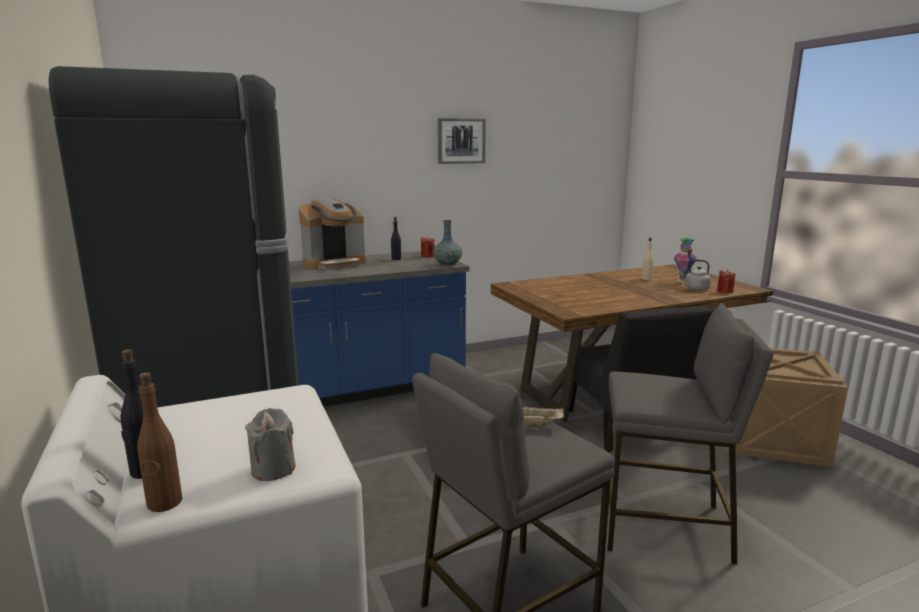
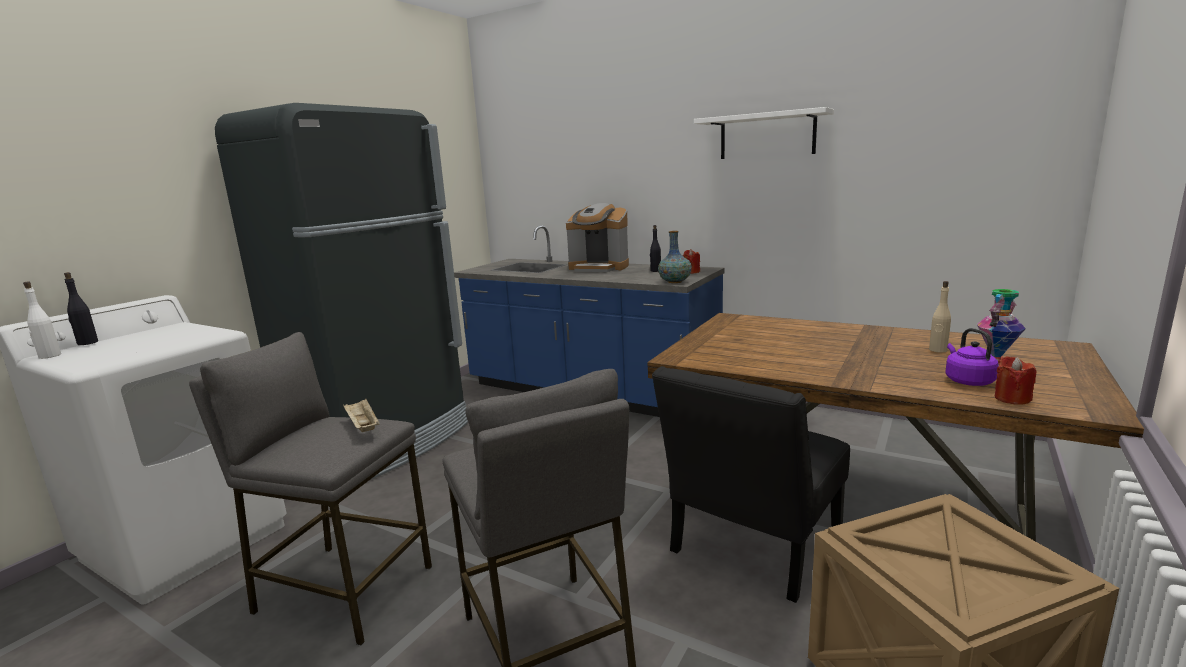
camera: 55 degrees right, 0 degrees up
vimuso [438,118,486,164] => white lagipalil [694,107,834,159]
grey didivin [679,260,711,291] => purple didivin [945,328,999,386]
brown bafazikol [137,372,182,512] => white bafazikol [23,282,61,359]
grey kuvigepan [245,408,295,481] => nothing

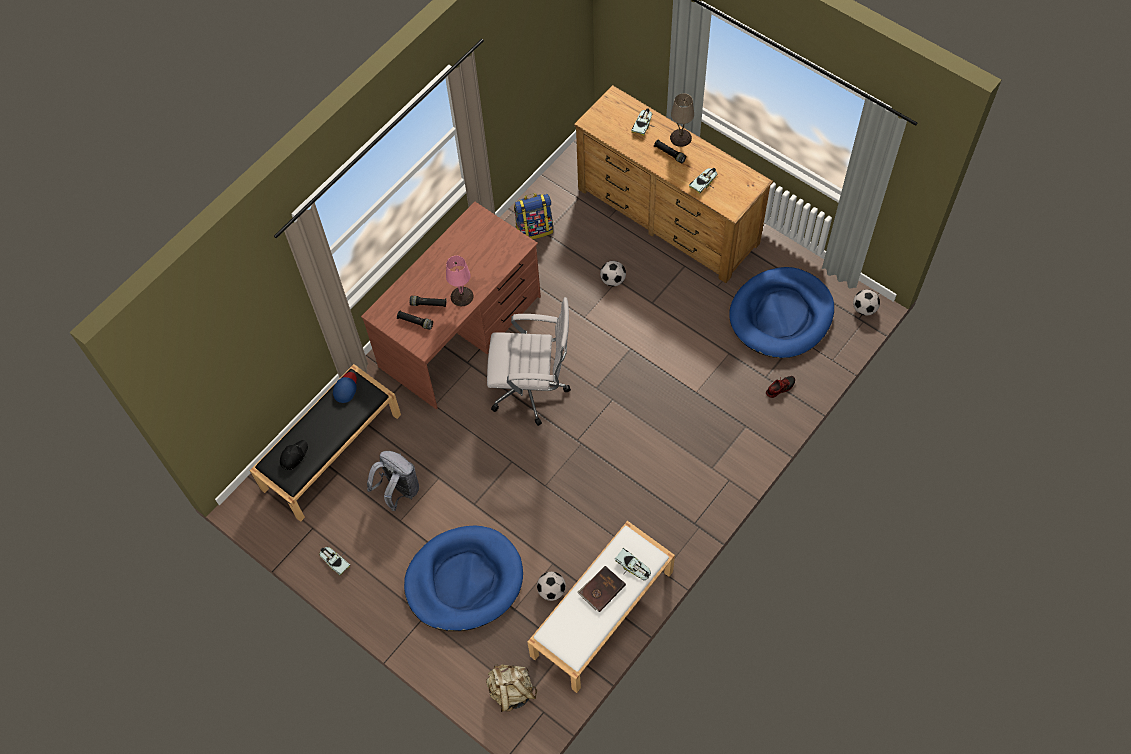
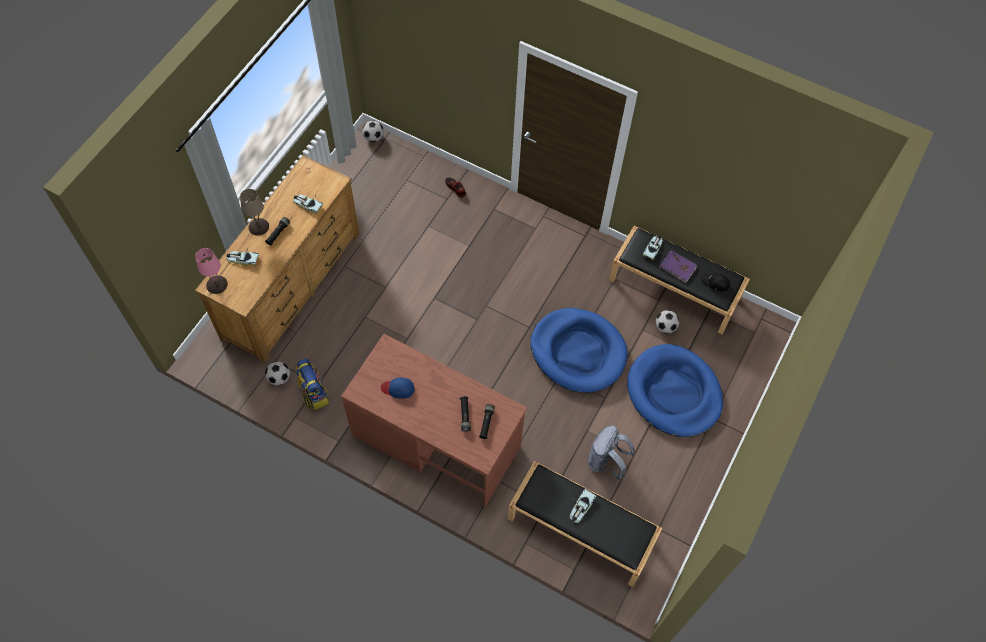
camera: 105 degrees left, 0 degrees up
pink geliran [446,256,474,306] => pink geliran [195,248,228,294], move
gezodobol [600,261,626,286] => gezodobol [265,361,290,386], move
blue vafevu [729,267,834,358] => blue vafevu [530,308,628,393], move
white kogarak [487,297,571,426] => nothing
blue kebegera [333,372,357,403] => blue kebegera [381,378,414,399], move
black kebegera [280,440,308,470] => black kebegera [701,273,730,292], move
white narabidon [528,521,675,693] => black narabidon [609,226,750,334]
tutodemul [319,547,350,576] => tutodemul [569,489,596,523], move
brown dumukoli [577,566,626,612] => purple dumukoli [659,250,697,283]
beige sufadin [486,664,537,712] => nothing

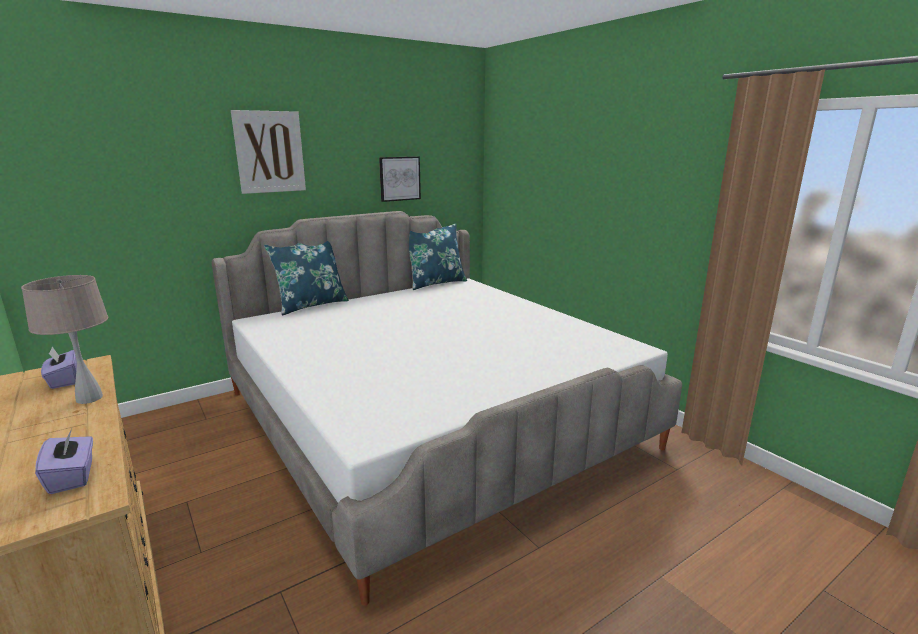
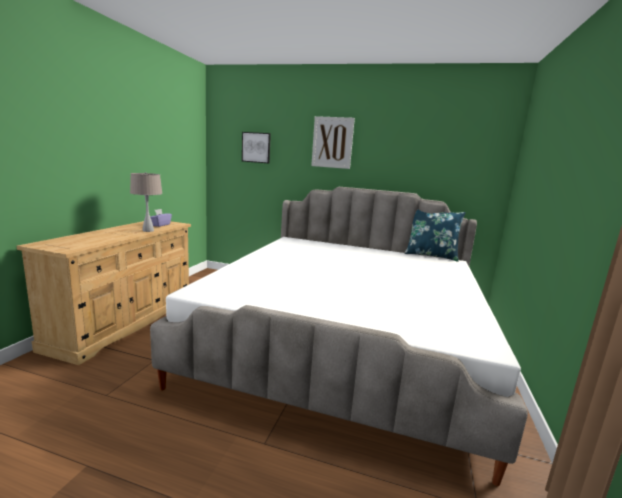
camera: 50 degrees right, 5 degrees down
vimuso [379,156,421,202] => vimuso [242,132,271,163], move
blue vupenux [264,241,349,316] => nothing
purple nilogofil [35,428,93,494] => nothing

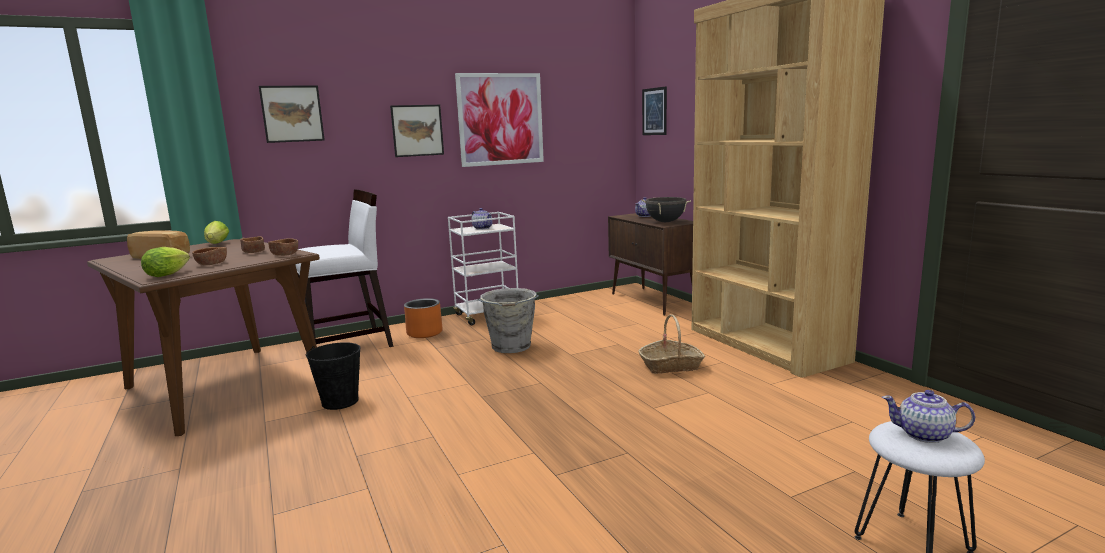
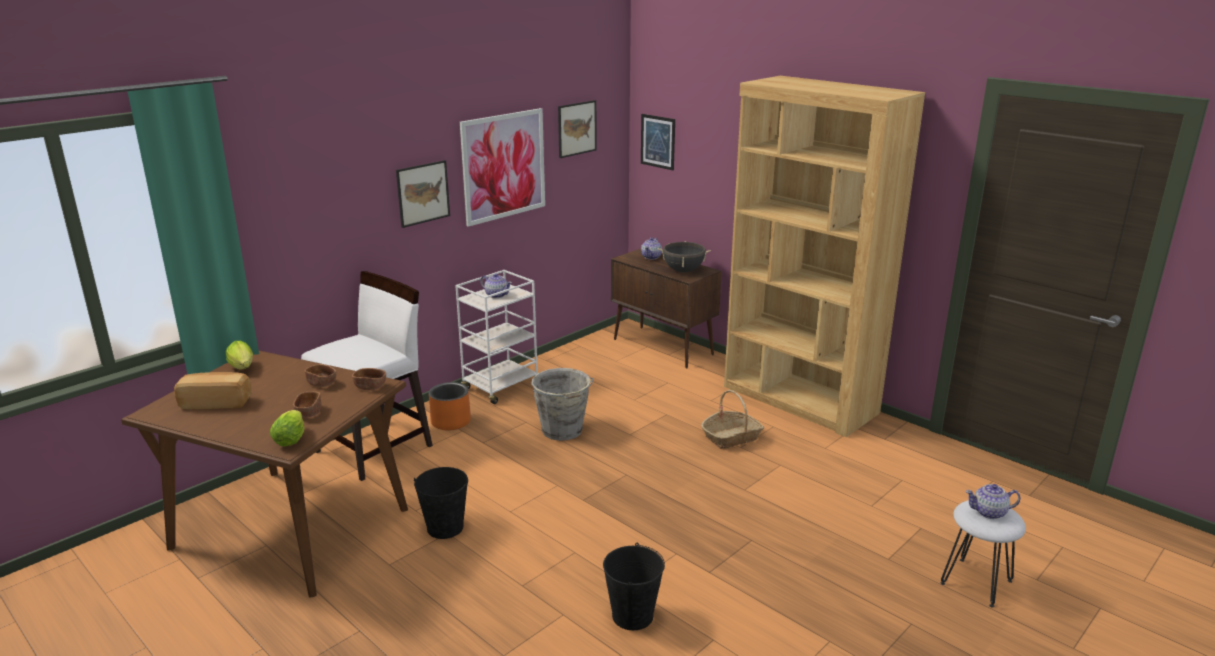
camera: 20 degrees left, 10 degrees up
vimuso [259,85,325,143] => vimuso [558,100,597,158], move
nothing => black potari [603,543,665,630]

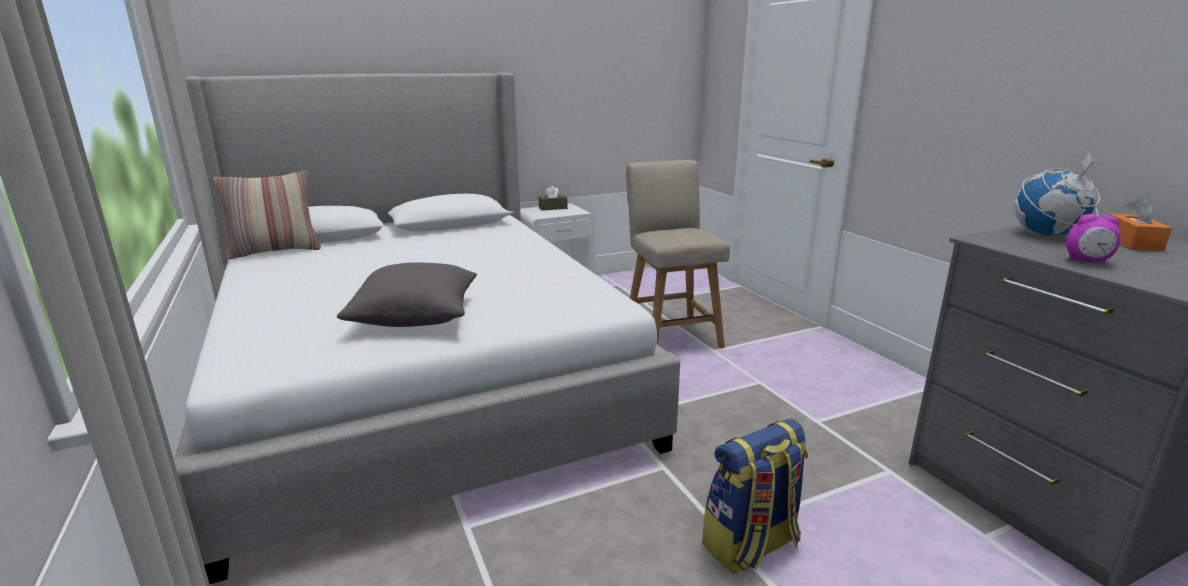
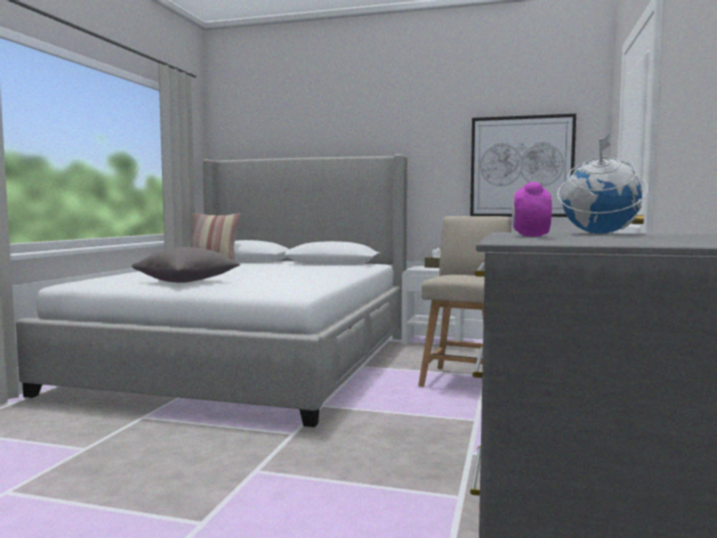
camera: 40 degrees right, 15 degrees down
orange nilogofil [1109,197,1172,251] => nothing
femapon [1066,214,1121,263] => femapon [512,182,552,237], 45 degrees clockwise
sufadin [702,419,808,574] => nothing
nothing => vimuso [470,114,576,217]

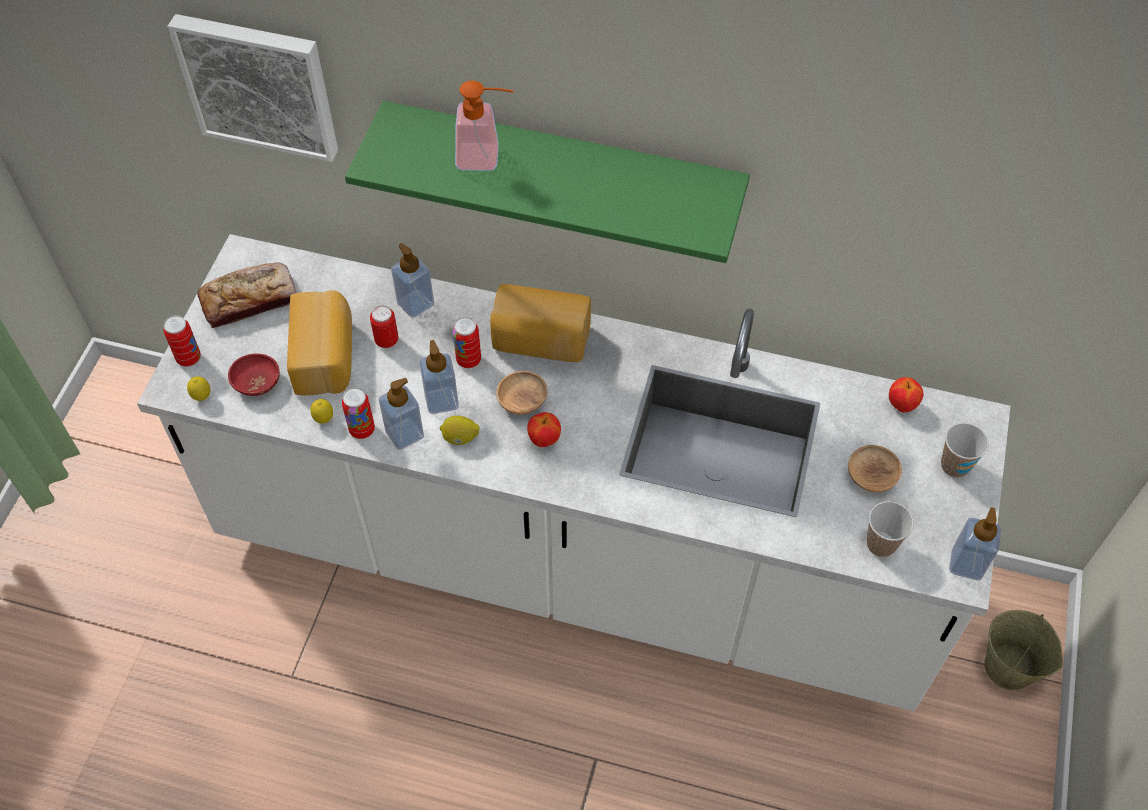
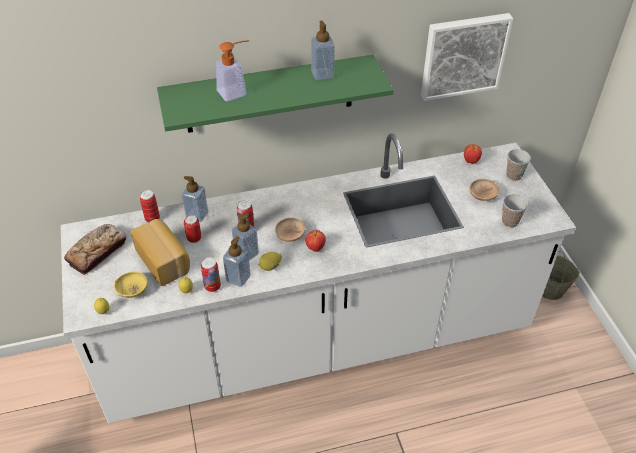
camera: 30 degrees left, 10 degrees down
vimuso [168,14,338,162] => vimuso [421,13,514,101], move
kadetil [490,284,591,362] => nothing
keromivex [163,315,201,367] => keromivex [140,190,160,223], move
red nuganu [228,353,280,396] => yellow nuganu [114,272,148,298]
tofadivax [949,507,1001,580] => tofadivax [311,21,335,80], move

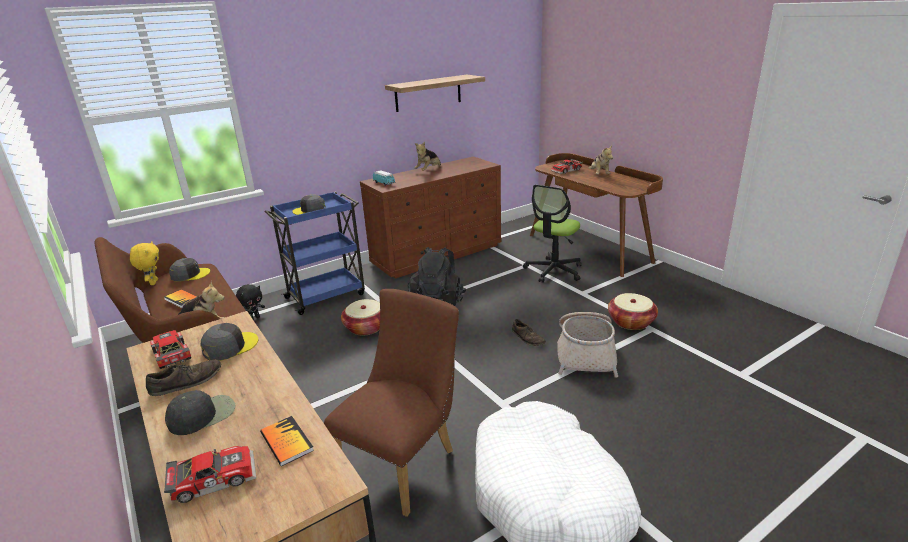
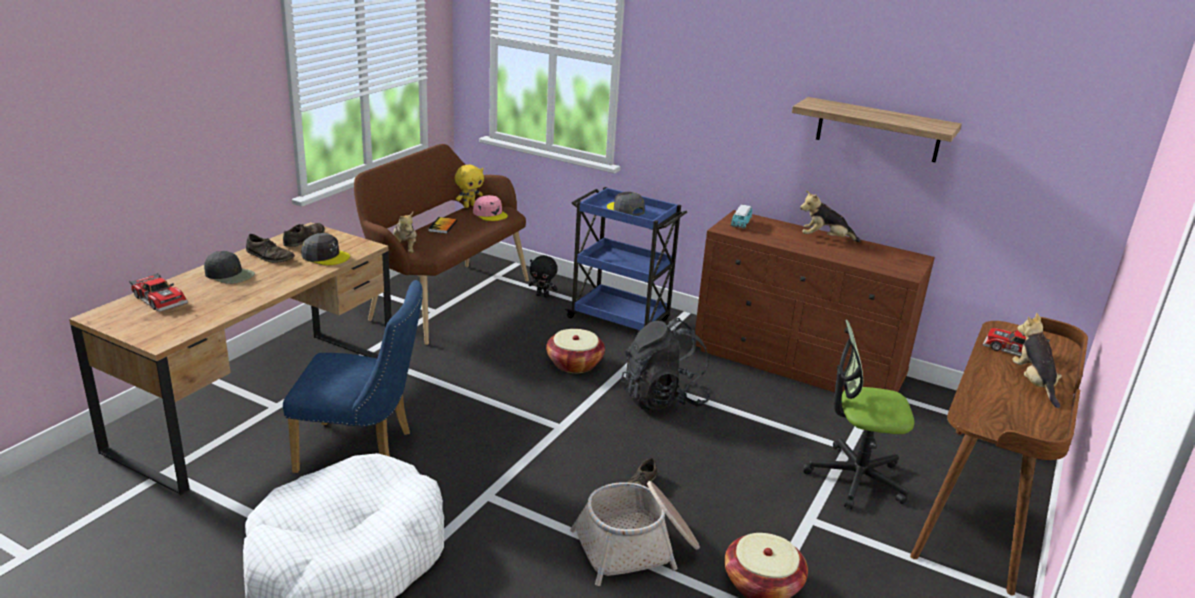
camera: 60 degrees right, 0 degrees up
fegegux [588,146,613,174] => fegegux [1013,313,1062,408], 120 degrees clockwise
grey kebegera [169,258,210,282] => pink kebegera [473,195,508,221]
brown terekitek [324,289,459,517] => blue terekitek [283,280,423,473]
tutodemul [150,330,191,369] => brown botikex [283,223,325,247]
dumukoli [260,416,314,466] => nothing

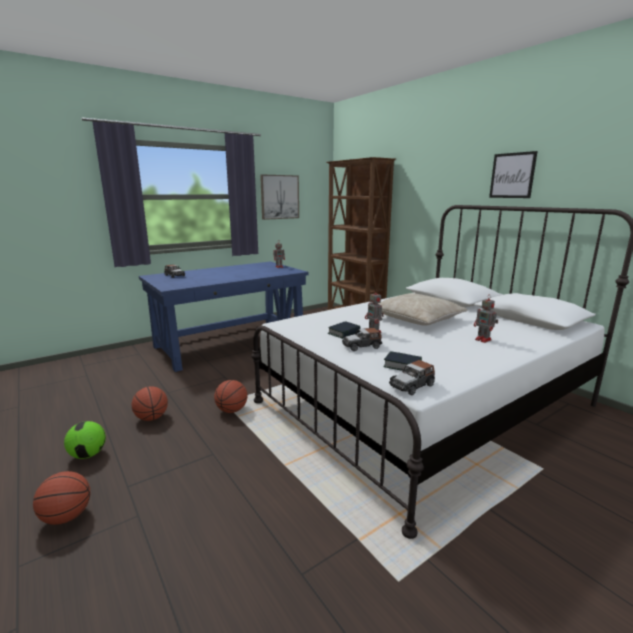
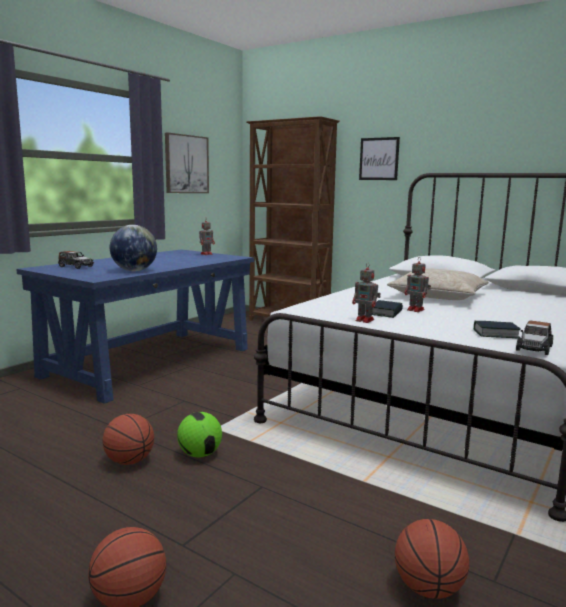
camera: 20 degrees left, 5 degrees down
vimuso [489,151,538,198] => vimuso [359,137,400,180], move
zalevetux [474,296,498,343] => zalevetux [352,262,381,323], move
tutodemul [342,328,382,351] => nothing
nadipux [214,380,247,413] => nadipux [395,519,469,599], move
gezodobol [64,421,106,459] => gezodobol [177,412,222,458], move
nothing => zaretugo [110,225,157,271]

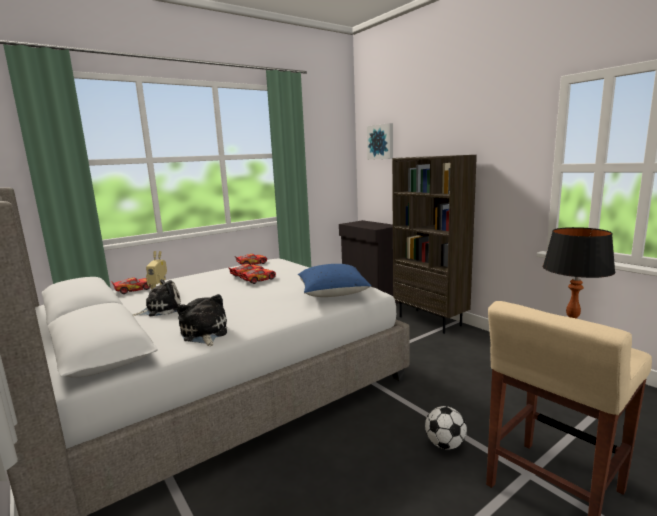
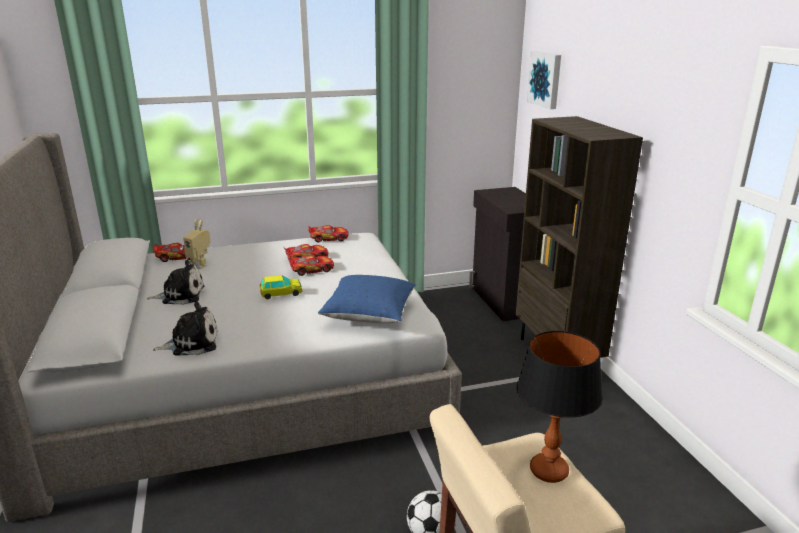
camera: 20 degrees right, 10 degrees up
fegegux [177,294,227,346] => fegegux [153,301,218,355], 75 degrees clockwise
nothing => tutodemul [260,276,302,299]

